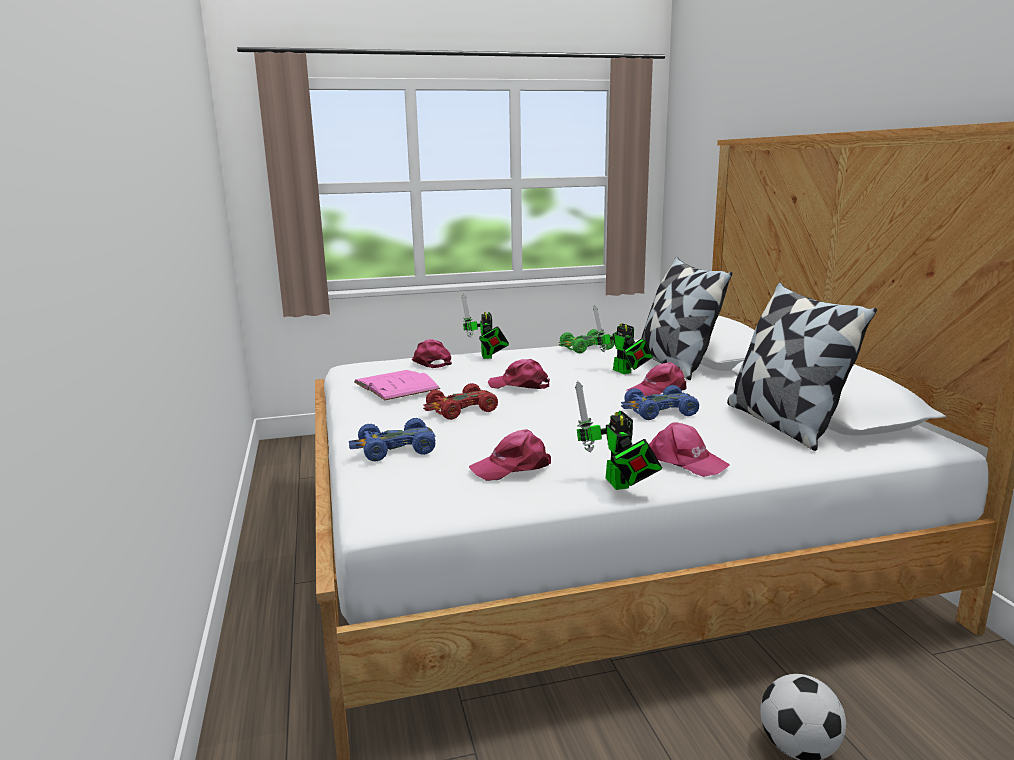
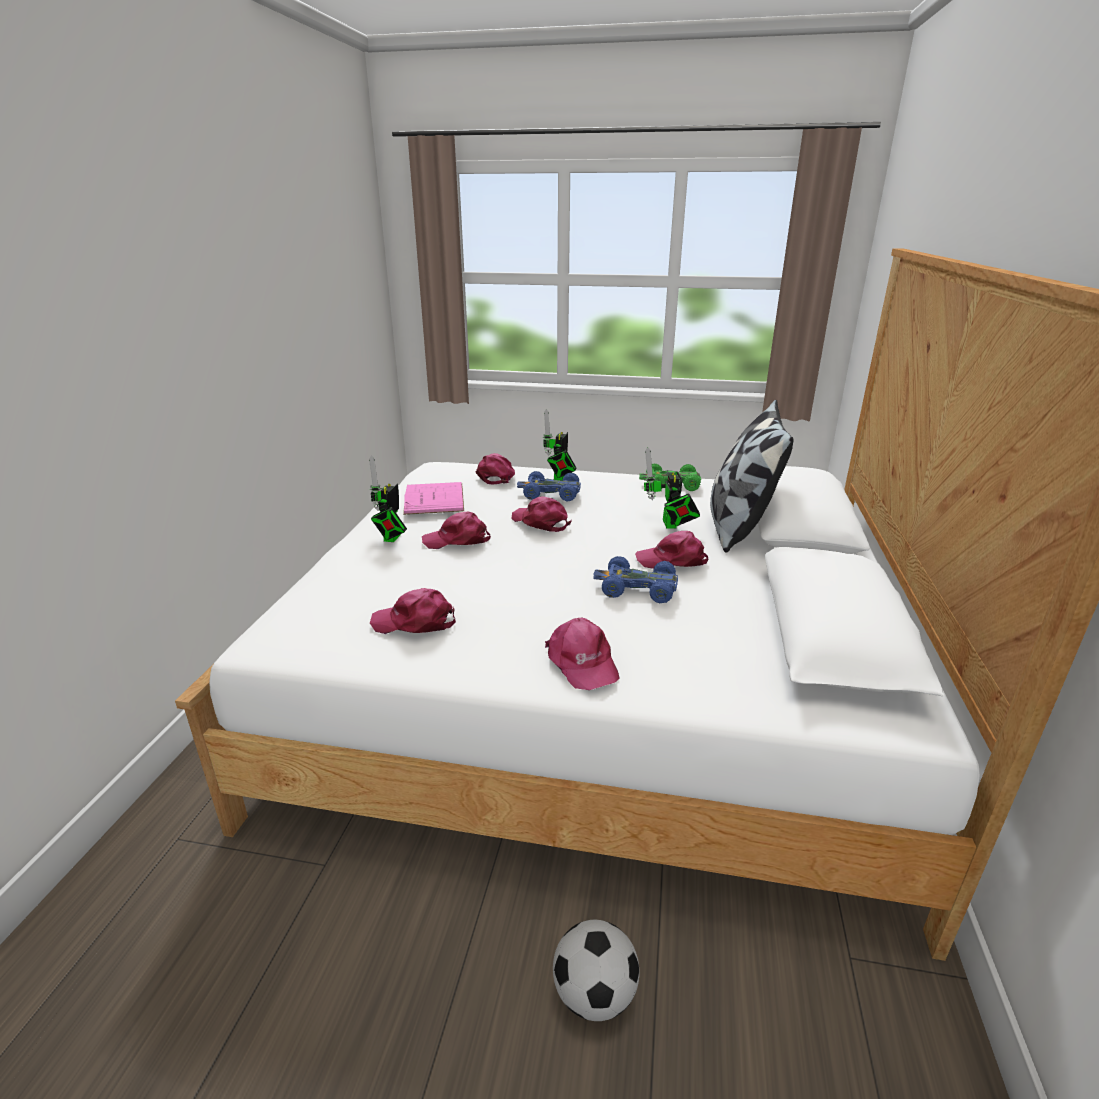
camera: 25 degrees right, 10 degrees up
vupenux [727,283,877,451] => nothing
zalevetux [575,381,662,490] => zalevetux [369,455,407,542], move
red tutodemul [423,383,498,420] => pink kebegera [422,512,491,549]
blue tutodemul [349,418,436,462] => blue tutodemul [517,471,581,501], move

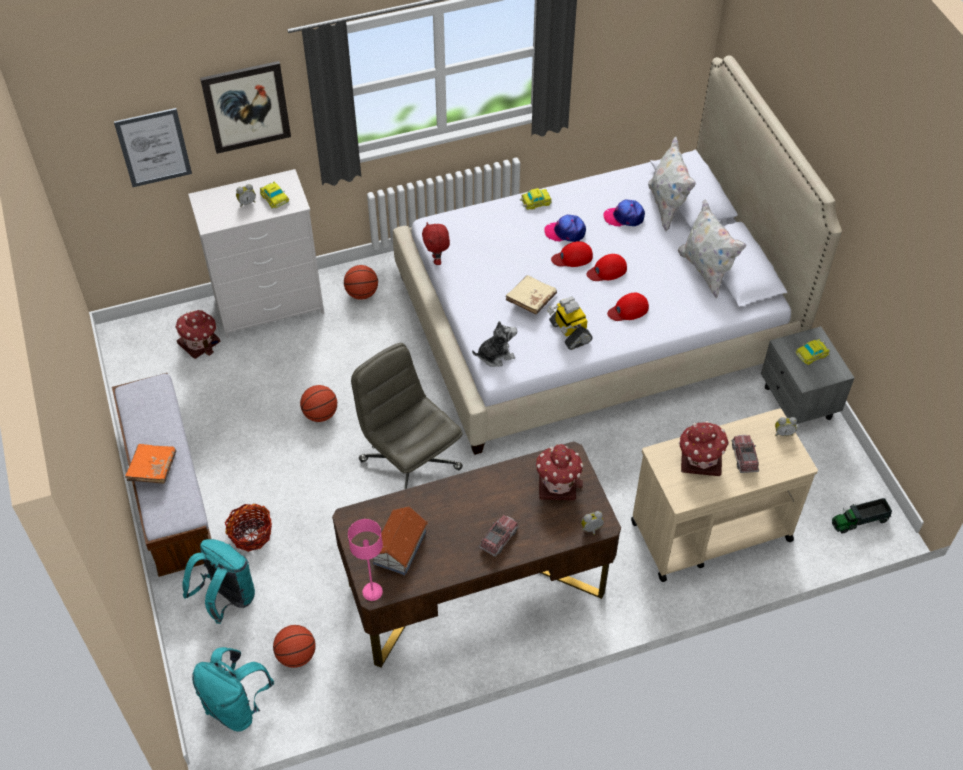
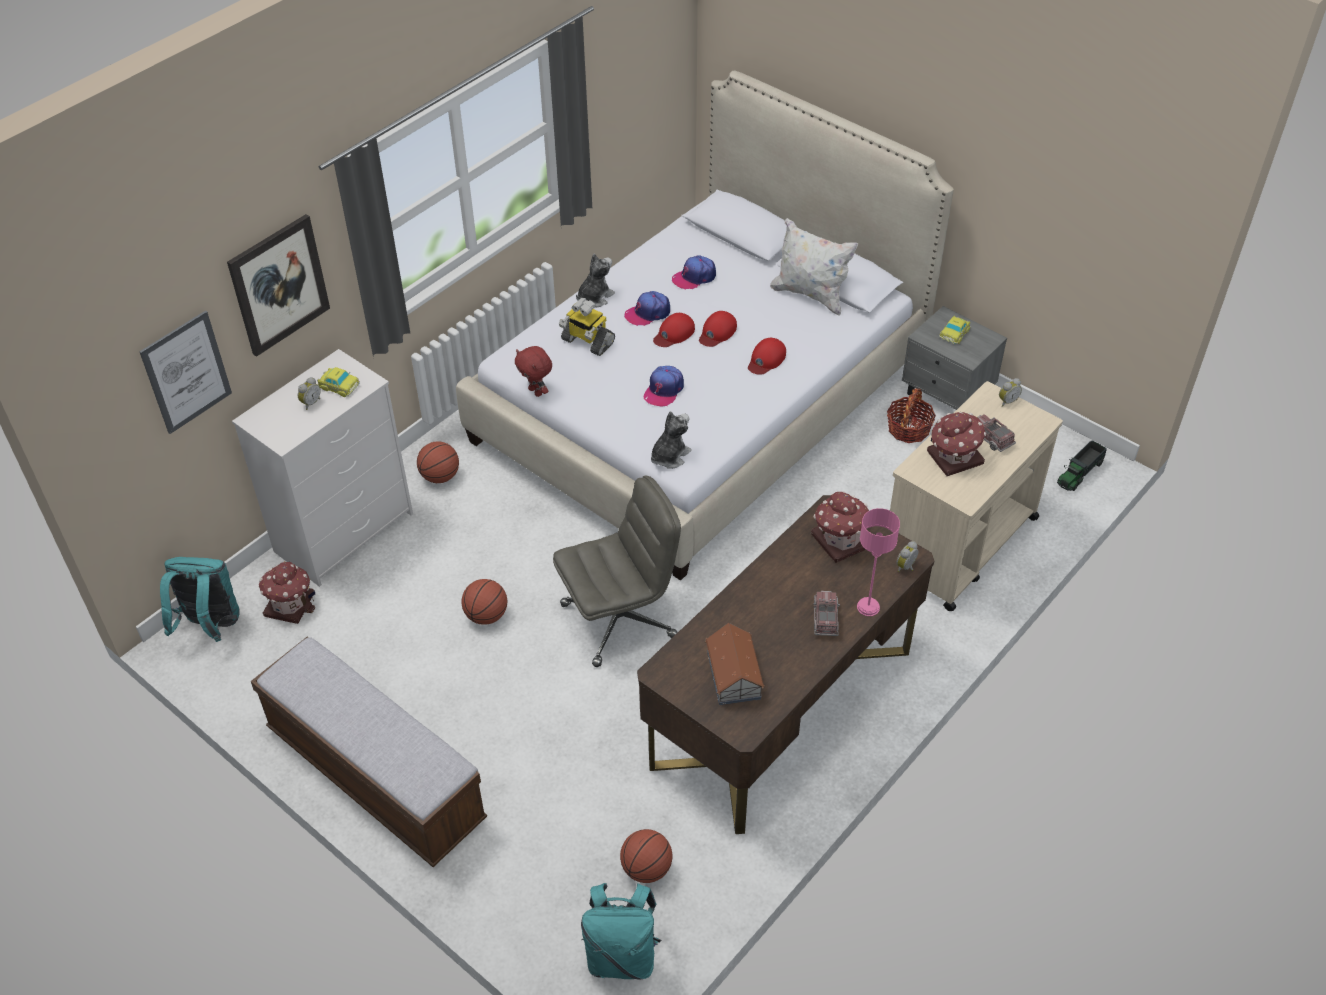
camera: 30 degrees left, 5 degrees down
white vupenux [648,136,696,232] => nothing
tutodemul [520,188,552,210] => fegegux [576,254,615,307]
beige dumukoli [506,275,557,314] => kebegera [644,366,684,407]
zalevetux [547,296,592,350] => zalevetux [559,298,615,356], move
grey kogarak [351,343,463,490] => grey kogarak [553,476,681,667], 135 degrees clockwise
orange dumukoli [125,444,176,484] => nothing
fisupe [225,504,272,552] => fisupe [887,389,936,443], move
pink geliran [348,519,383,601] => pink geliran [857,508,900,616], move
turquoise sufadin [183,539,255,624] => turquoise sufadin [160,557,240,642], move

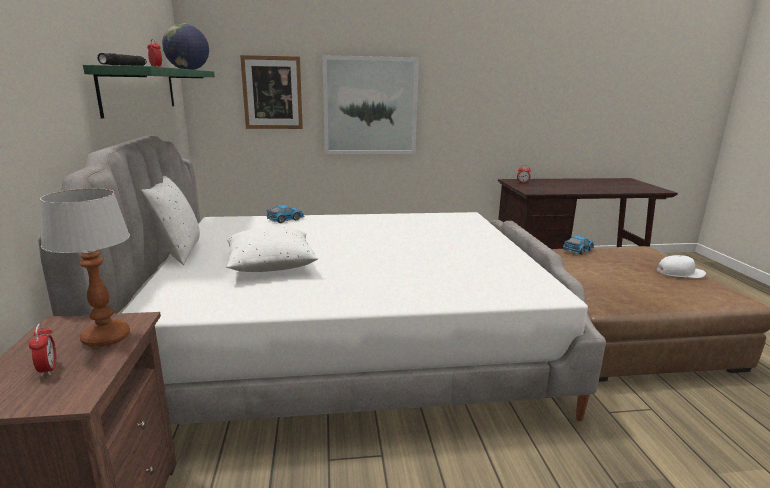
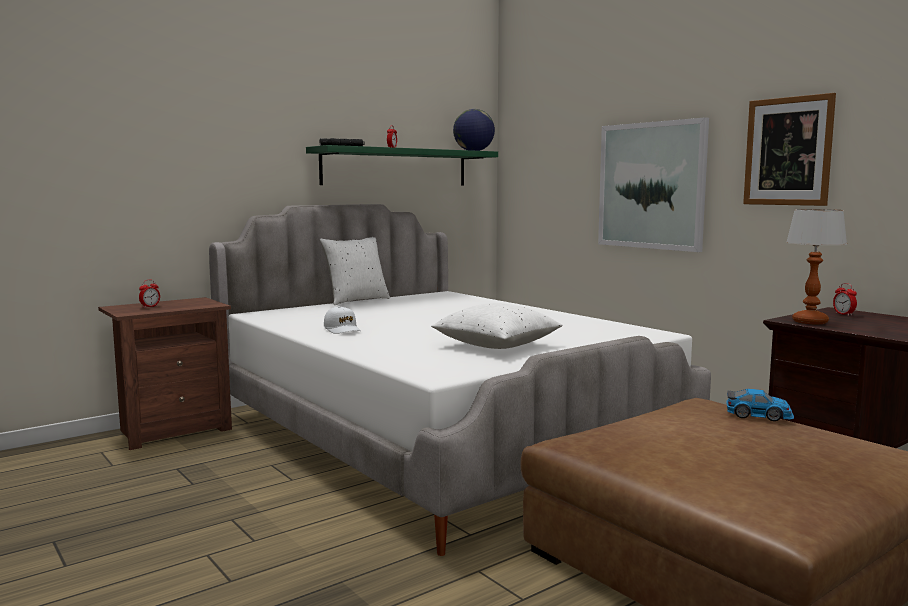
camera: 60 degrees right, 10 degrees down
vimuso [240,55,303,129] => vimuso [743,93,836,206], move
geliran [40,188,130,347] => geliran [786,209,847,324], move
tutodemul [266,205,305,223] => nothing
white vupenux [226,227,318,272] => white vupenux [431,303,562,349], move
white kebegera [657,255,706,278] => white kebegera [324,306,361,334], move

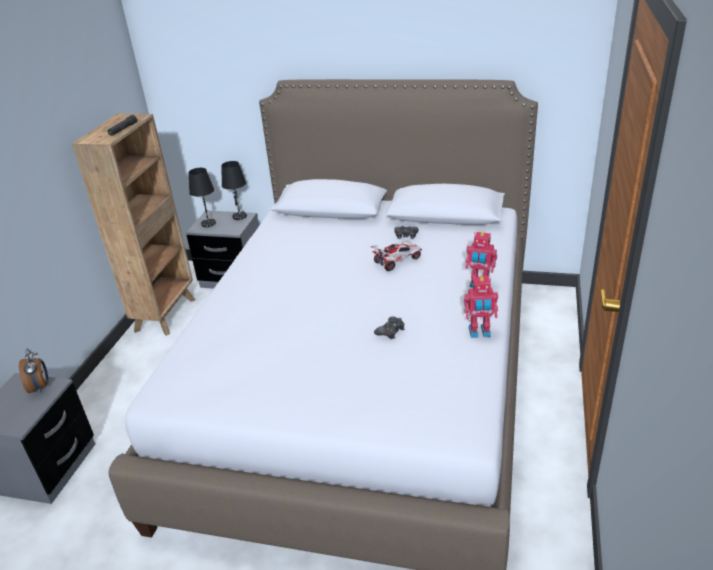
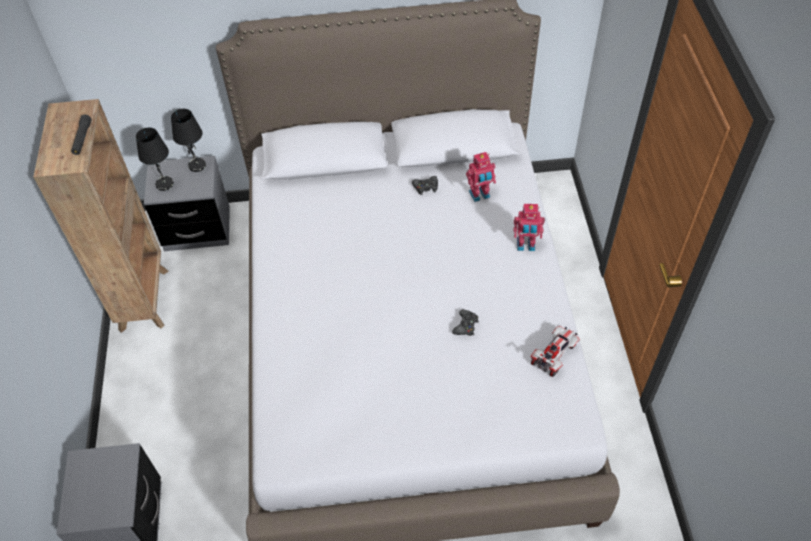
camera: 20 degrees left, 20 degrees up
tutodemul [370,241,422,271] => tutodemul [530,326,580,377], move
zalevetux [464,276,498,338] => zalevetux [466,152,496,202], move
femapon [19,348,48,393] => nothing

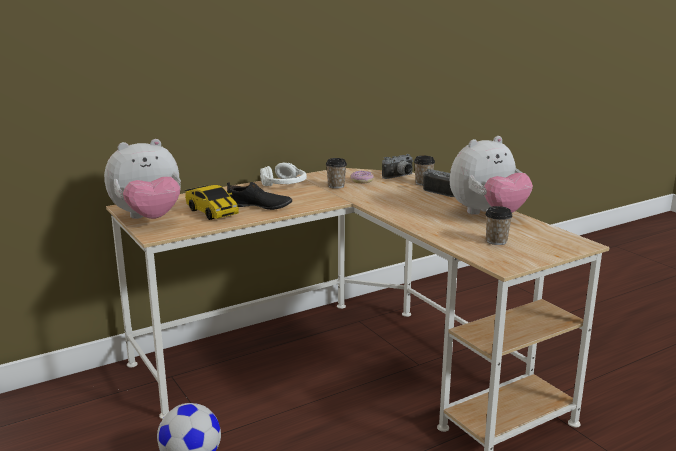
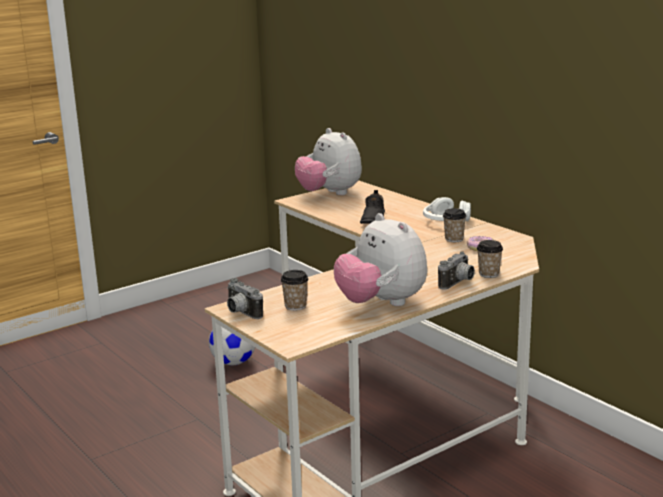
camera: 85 degrees right, 0 degrees up
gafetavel [382,154,413,179] => gafetavel [227,278,263,319], move
tutodemul [185,185,239,220] => nothing

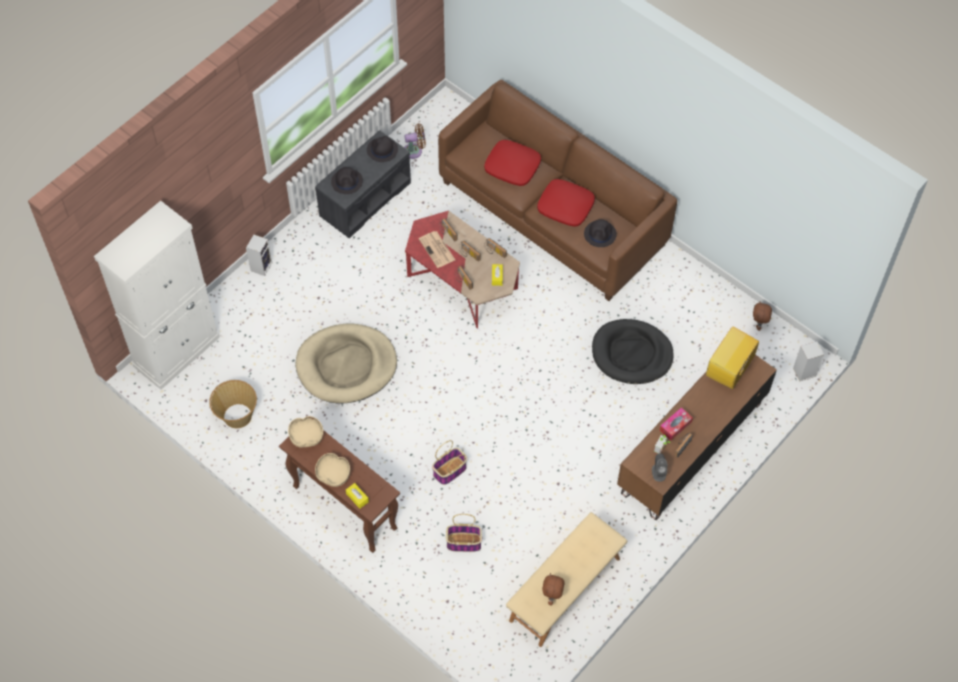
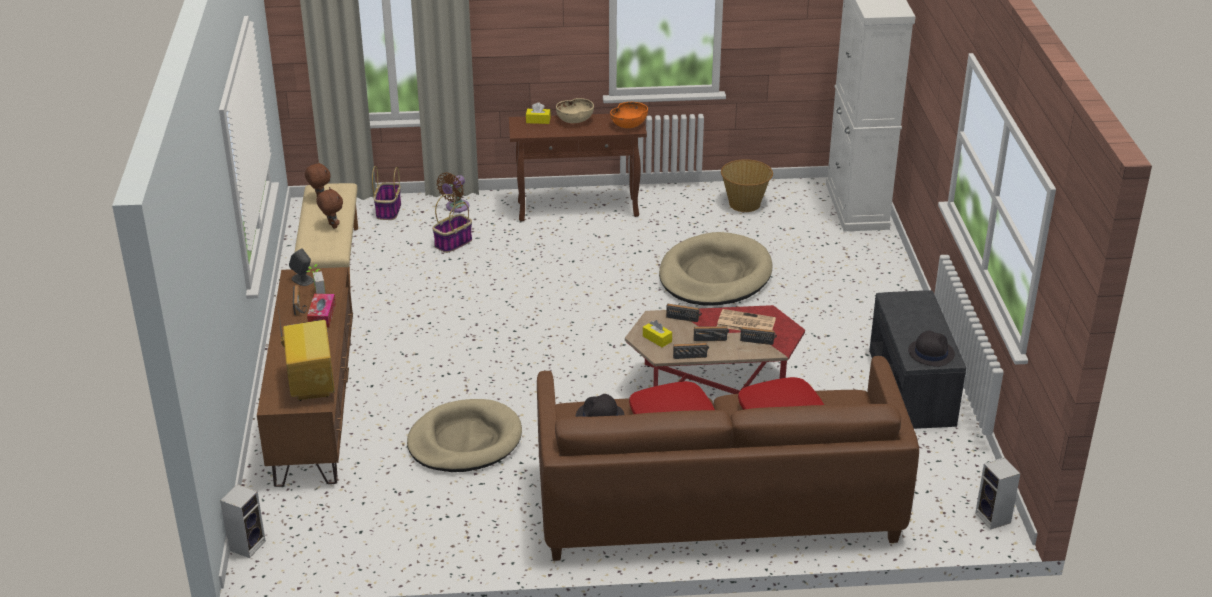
camera: 135 degrees right, 25 degrees down
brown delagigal [404,123,426,159] => brown delagigal [436,172,469,213], move
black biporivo [331,167,363,194] => nothing
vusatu [246,235,272,276] => vusatu [975,457,1020,530], move
brown fegegux [753,301,772,331] => brown fegegux [316,187,343,229], move
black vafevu [592,319,674,384] => beige vafevu [407,399,522,472]
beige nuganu [288,416,323,448] => orange nuganu [610,102,648,128]
fisupe [432,440,467,485] => fisupe [372,166,401,220], move

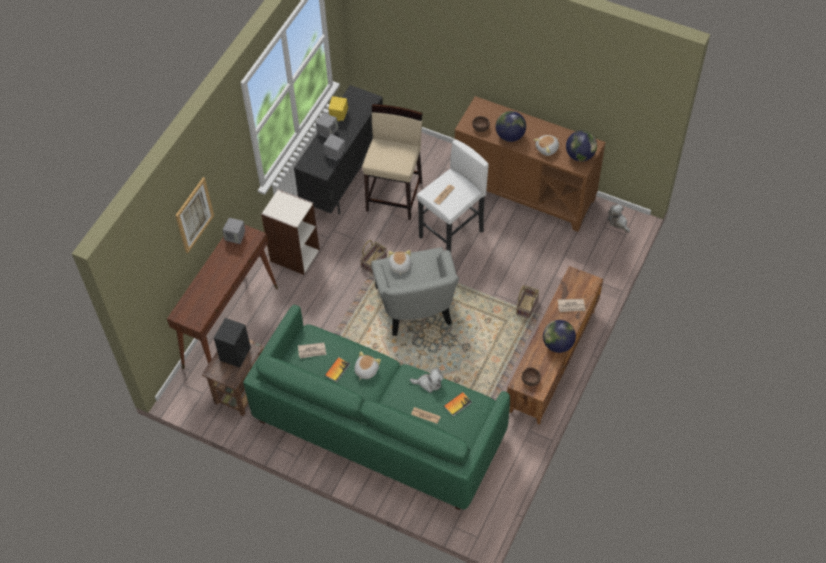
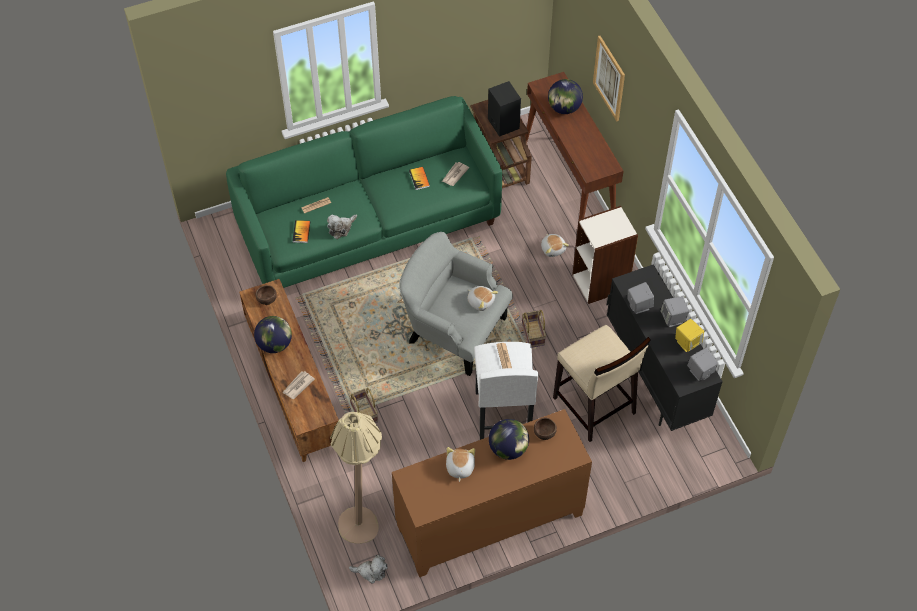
camera: 130 degrees right, 0 degrees up
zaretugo [566,130,597,162] => zaretugo [548,79,583,114], move
grey vusatu [223,218,245,244] => grey vusatu [687,348,718,381], move
fegegux [354,351,381,381] => fegegux [541,234,569,257], move
nothing => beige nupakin [330,412,382,544]

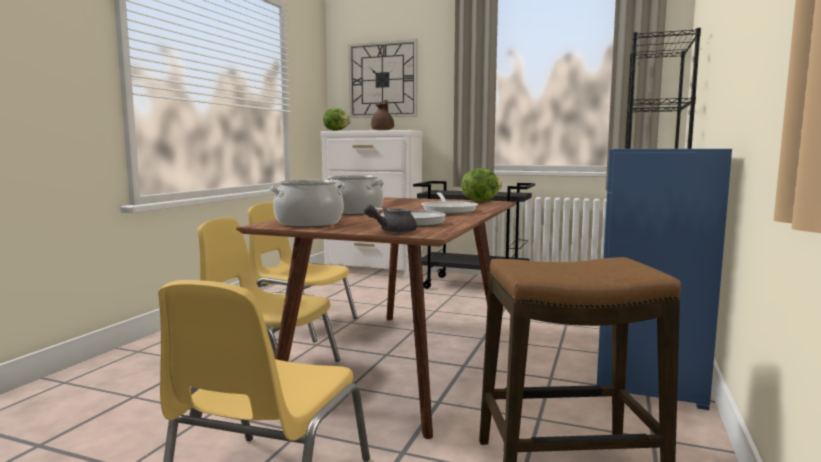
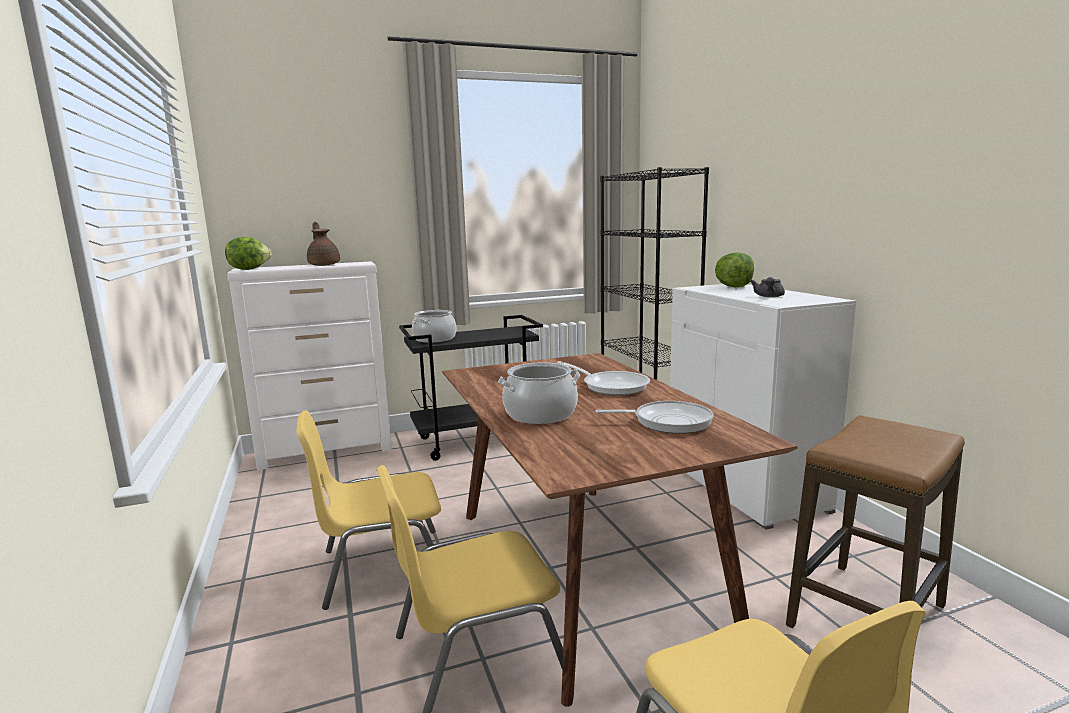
camera: 40 degrees left, 5 degrees up
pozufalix [348,39,417,118] => nothing
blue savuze [597,149,732,410] => white savuze [670,284,856,530]
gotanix [461,168,502,202] => gotanix [715,252,754,287], move
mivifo [269,180,346,227] => mivifo [412,310,456,343], move
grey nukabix [364,204,417,233] => grey nukabix [750,277,785,297], move

